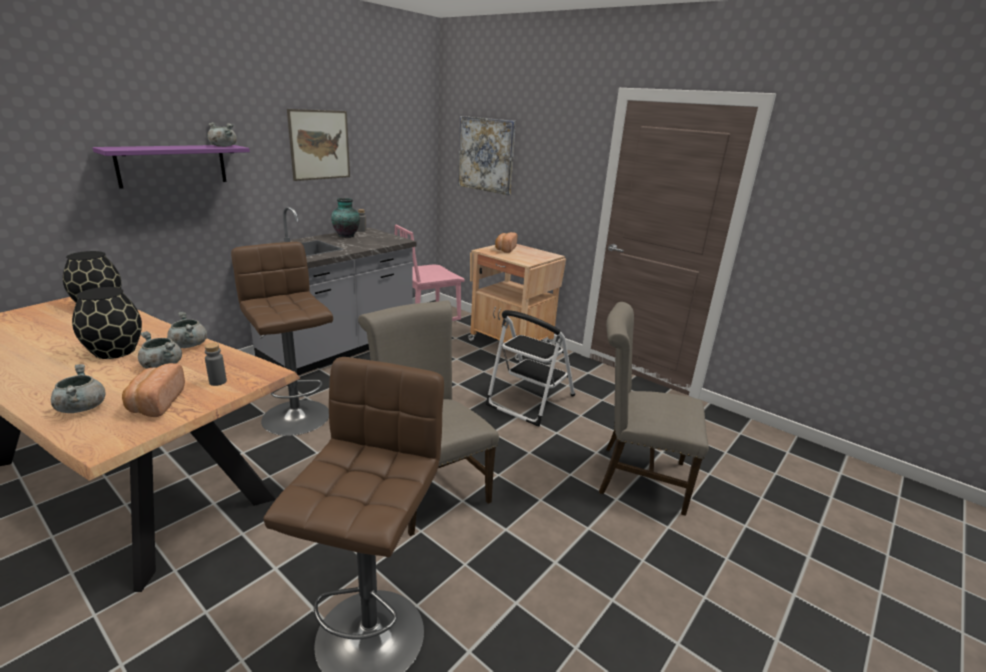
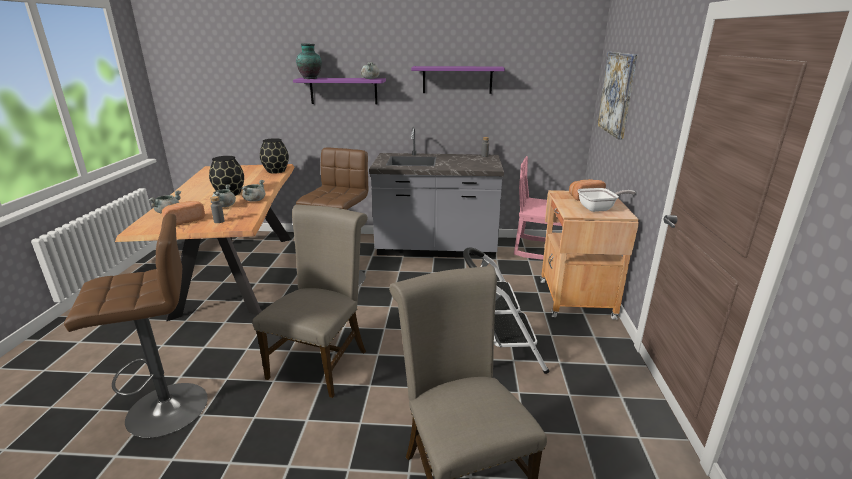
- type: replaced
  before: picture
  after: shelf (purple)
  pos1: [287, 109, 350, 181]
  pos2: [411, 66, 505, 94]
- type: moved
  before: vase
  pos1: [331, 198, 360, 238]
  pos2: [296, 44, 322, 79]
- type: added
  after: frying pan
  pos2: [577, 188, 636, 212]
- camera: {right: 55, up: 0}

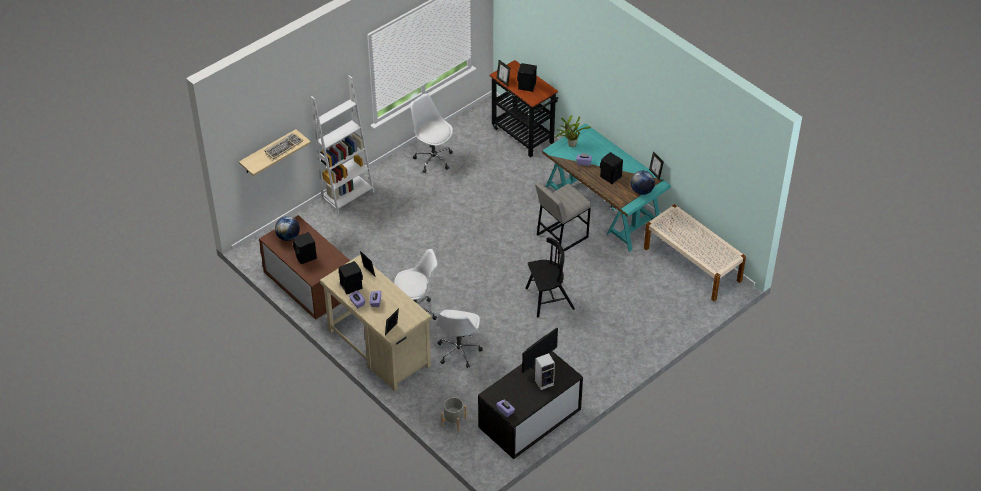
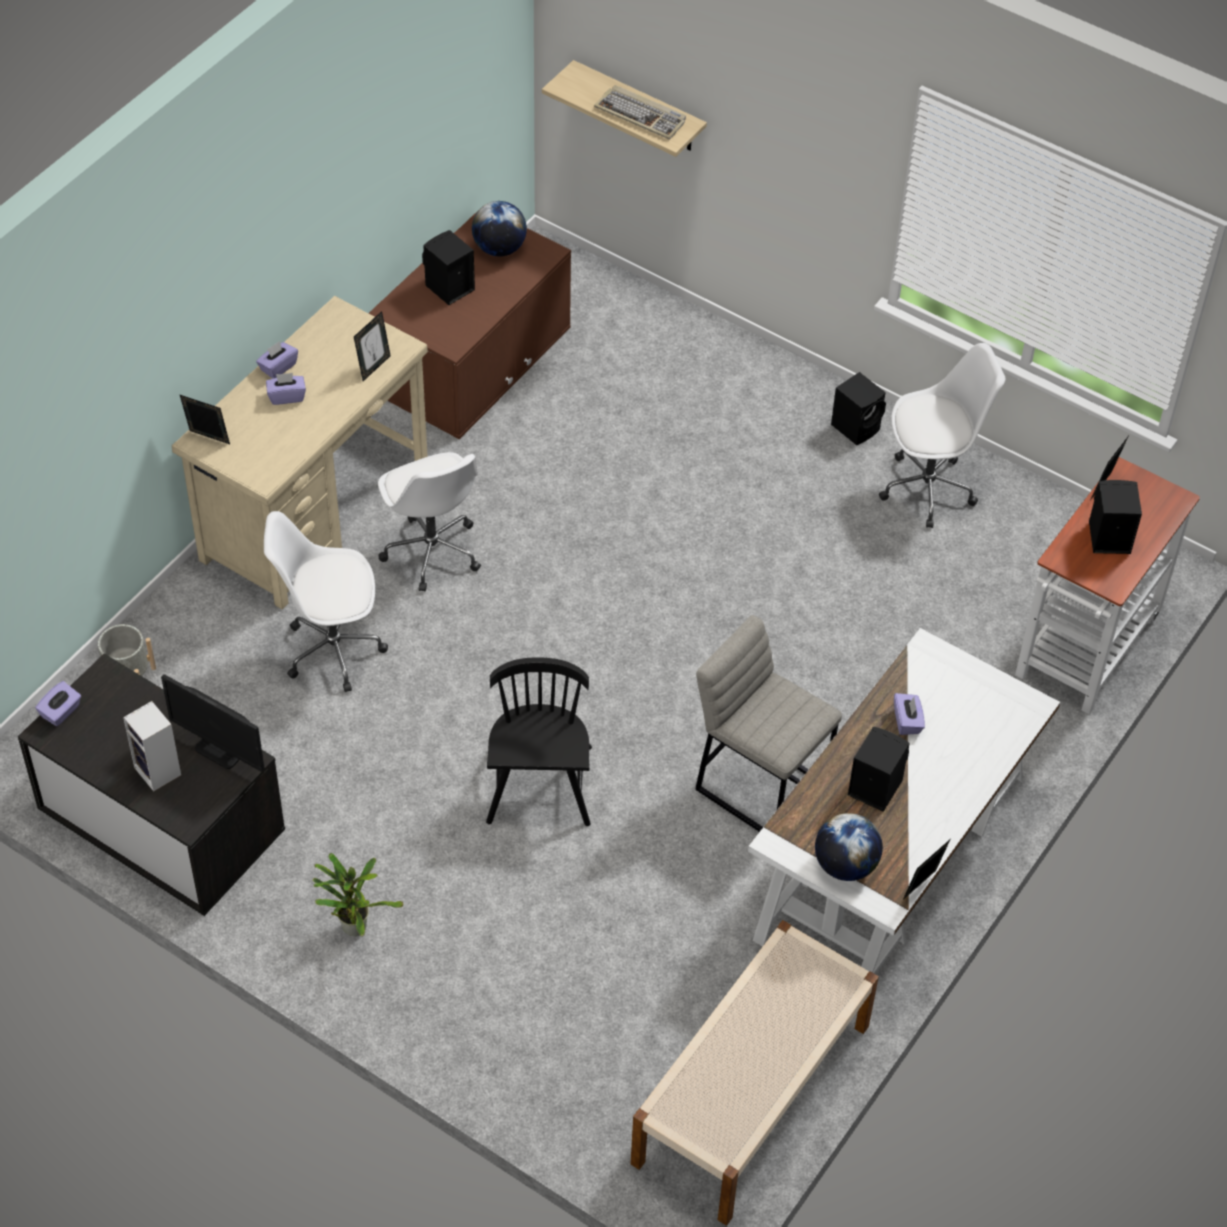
- type: recoloured
  before: cart (black)
  after: cart (white)
  pos1: [489, 60, 558, 157]
  pos2: [1015, 457, 1200, 714]
- type: removed
  before: bookcase (white)
  pos1: [311, 75, 374, 214]
- type: turned
  before: office chair (white)
  pos1: [410, 93, 453, 173]
  pos2: [879, 343, 1005, 528]
  turn: 45
- type: moved
  before: potted plant
  pos1: [555, 115, 591, 147]
  pos2: [313, 853, 403, 936]
- type: recoloured
  before: desk (turquoise)
  after: desk (white)
  pos1: [542, 123, 671, 252]
  pos2: [748, 628, 1060, 996]
- type: turned
  before: chair (black)
  pos1: [525, 237, 575, 318]
  pos2: [486, 657, 592, 826]
  turn: -150
- type: moved
  before: speaker (black)
  pos1: [339, 261, 363, 294]
  pos2: [831, 372, 886, 445]
- camera: {right: 75, up: 5}

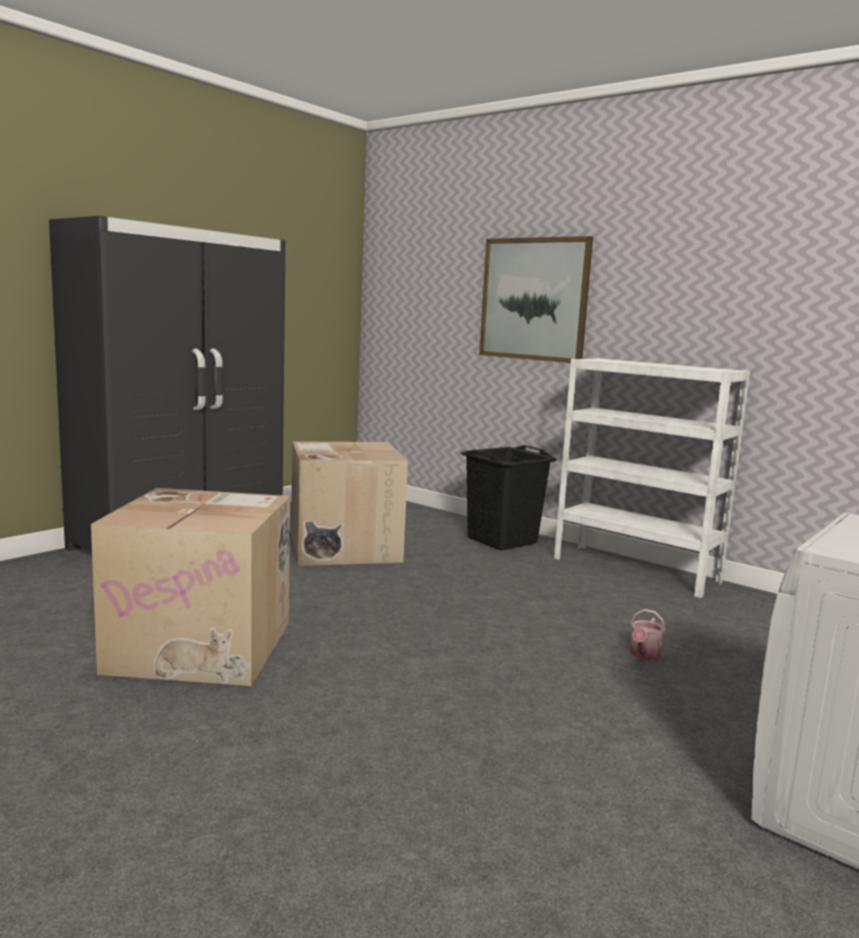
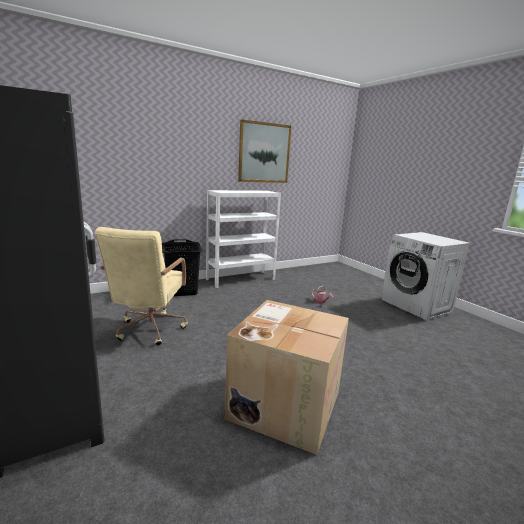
- type: moved
  before: picture
  pos1: [479, 236, 593, 363]
  pos2: [238, 119, 291, 183]
- type: replaced
  before: cardboard box
  after: office chair (beige)
  pos1: [291, 441, 408, 566]
  pos2: [95, 227, 188, 345]
- camera: {right: -70, up: 5}

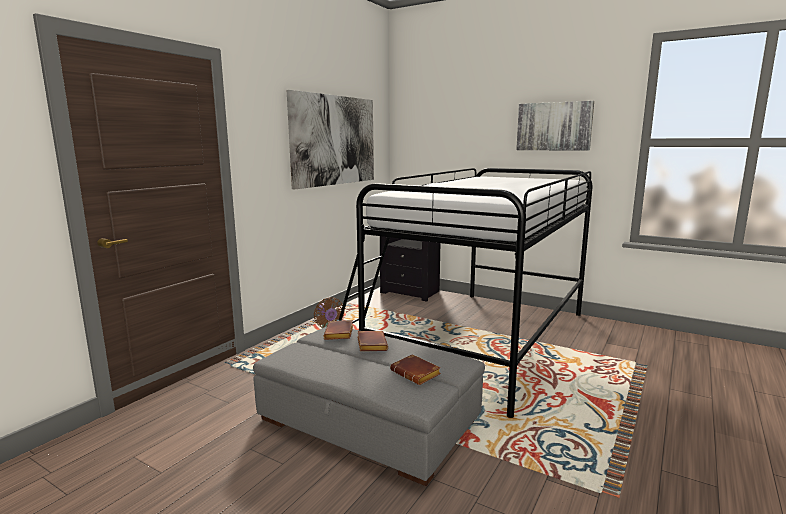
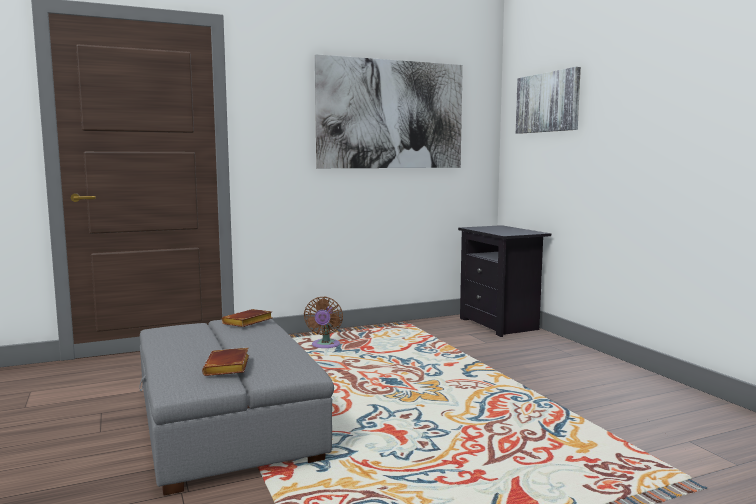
- type: moved
  before: picture
  pos1: [516, 101, 594, 151]
  pos2: [516, 67, 581, 134]
- type: removed
  before: bed (black)
  pos1: [338, 168, 592, 418]
- type: removed
  before: book (brown)
  pos1: [357, 331, 388, 351]
- camera: {right: 35, up: -5}

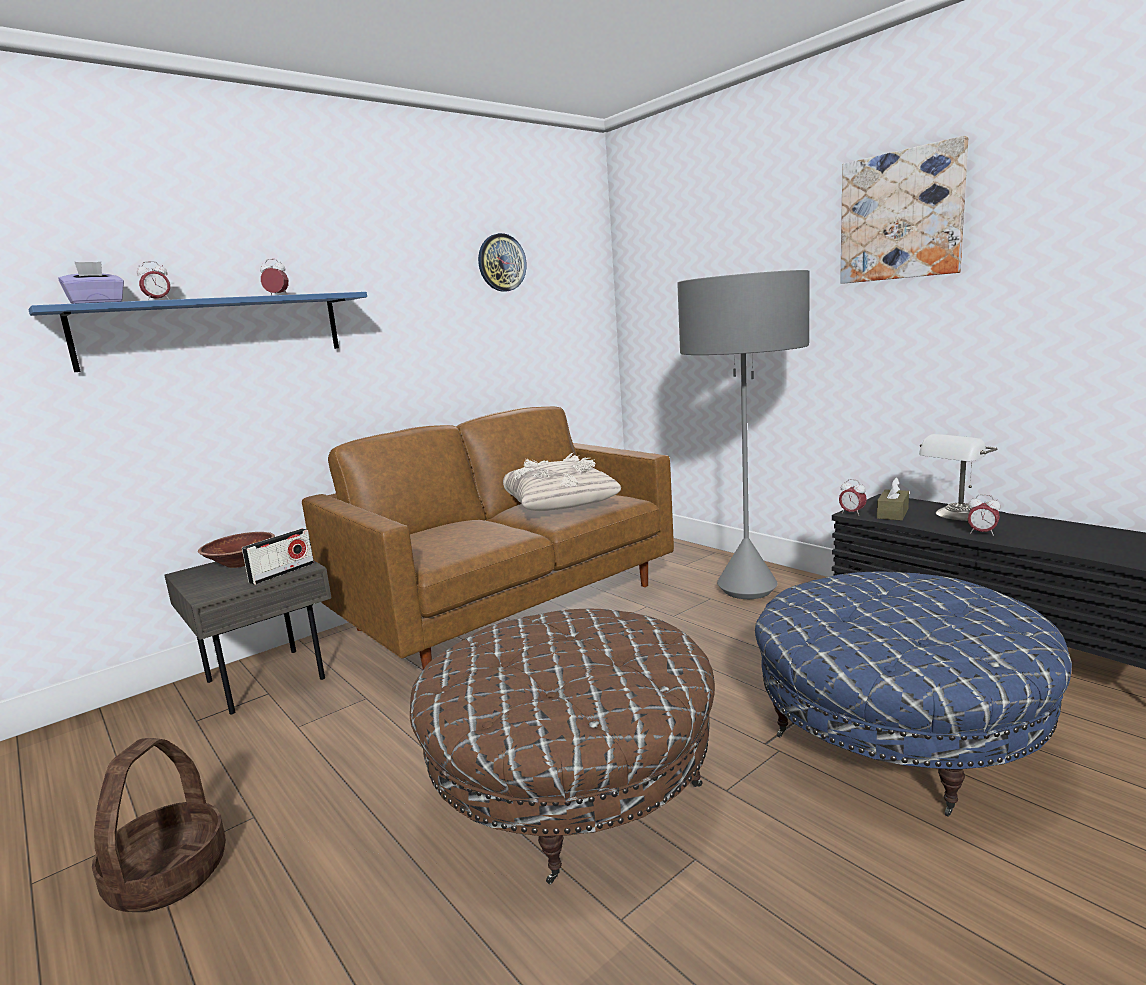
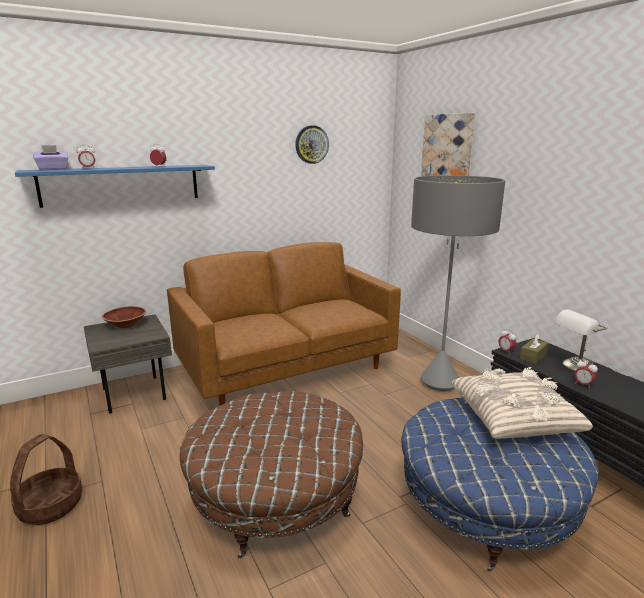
- type: moved
  before: picture
  pos1: [840, 136, 968, 284]
  pos2: [421, 113, 475, 176]
- type: moved
  before: pillow (beige)
  pos1: [503, 453, 621, 511]
  pos2: [452, 367, 593, 439]
- type: removed
  before: radio
  pos1: [242, 529, 314, 585]
- camera: {right: 10, up: 5}

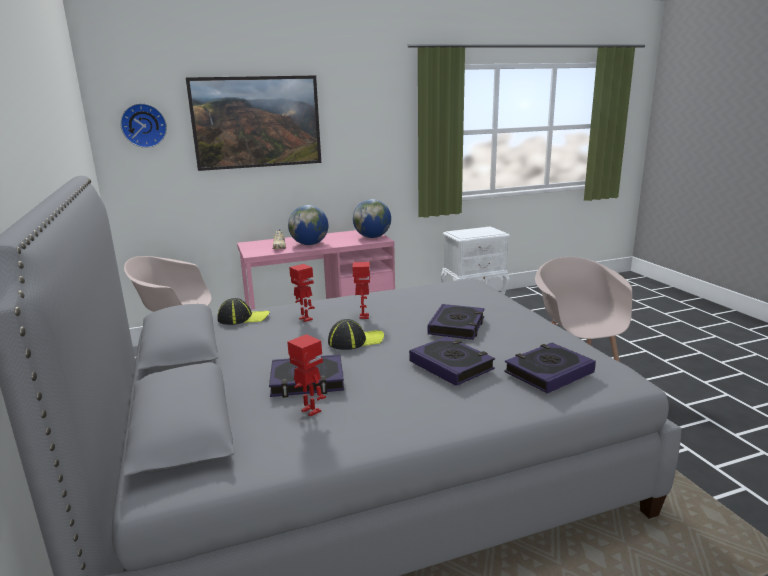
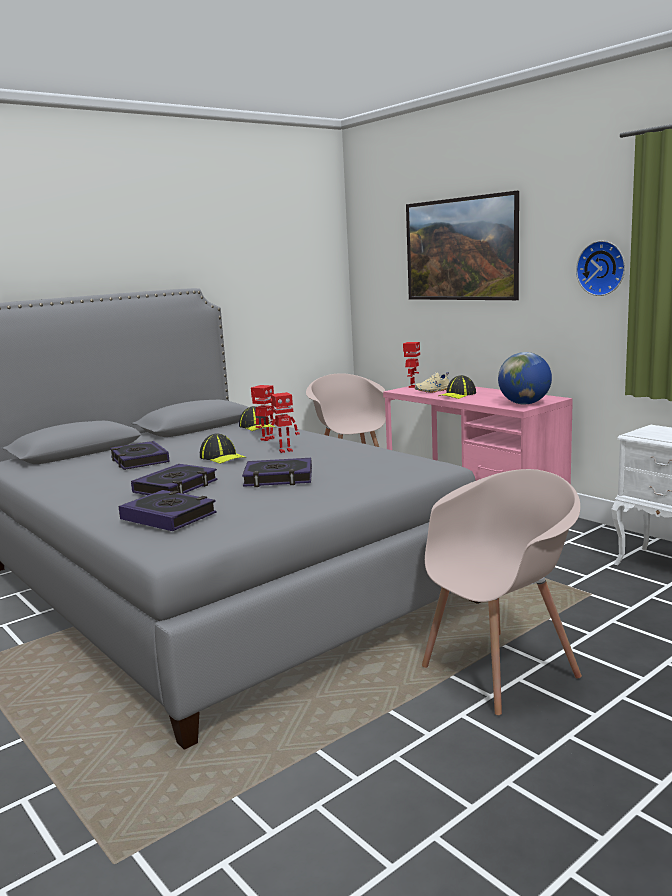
- type: moved
  before: wall clock
  pos1: [120, 103, 167, 148]
  pos2: [576, 240, 625, 296]
- type: replaced
  before: globe
  after: cap
  pos1: [288, 205, 328, 245]
  pos2: [439, 375, 476, 399]
- type: moved
  before: toy robot
  pos1: [287, 334, 326, 416]
  pos2: [403, 342, 420, 388]
- camera: {right: 70, up: -5}

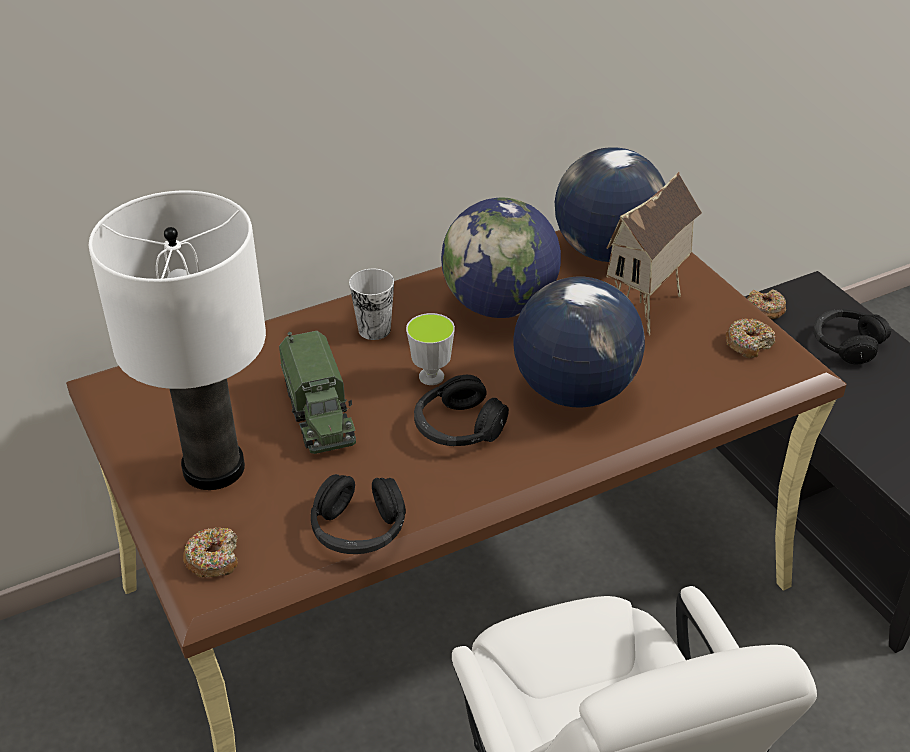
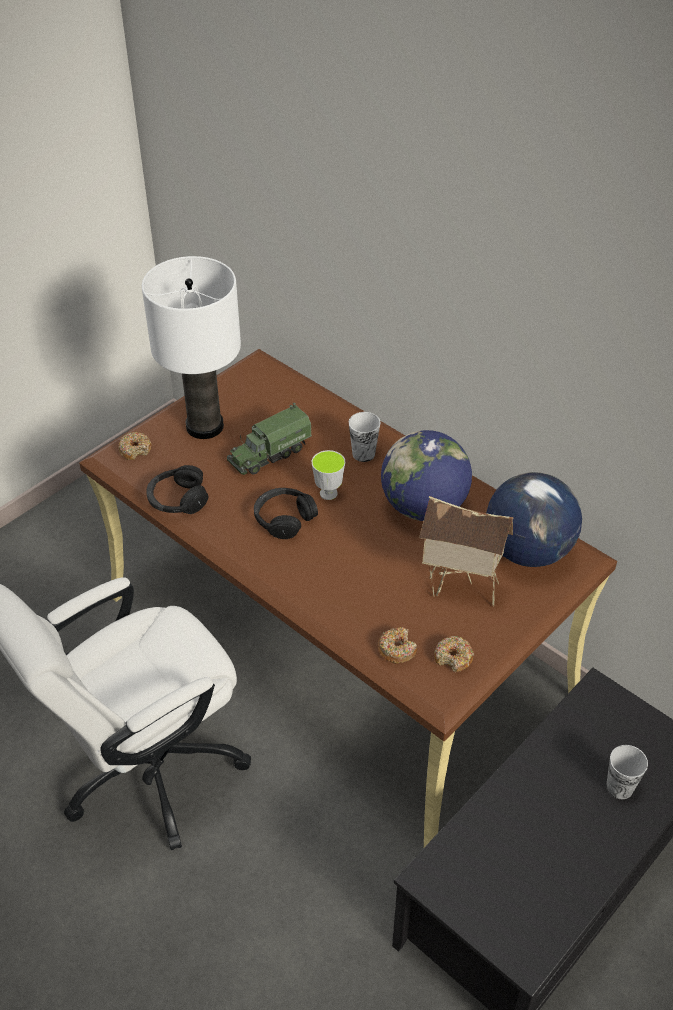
- type: removed
  before: globe
  pos1: [513, 276, 645, 407]
- type: moved
  before: donut
  pos1: [747, 289, 786, 319]
  pos2: [378, 627, 417, 664]
- type: replaced
  before: headphones (black)
  after: cup
  pos1: [813, 310, 891, 364]
  pos2: [606, 745, 648, 799]
- camera: {right: 70, up: 5}

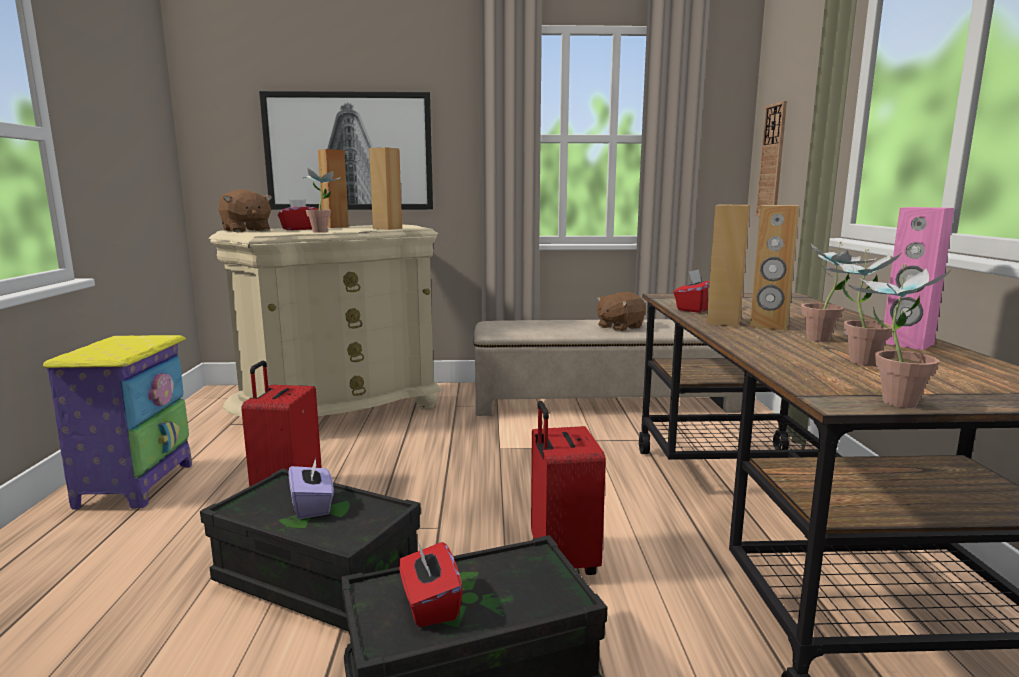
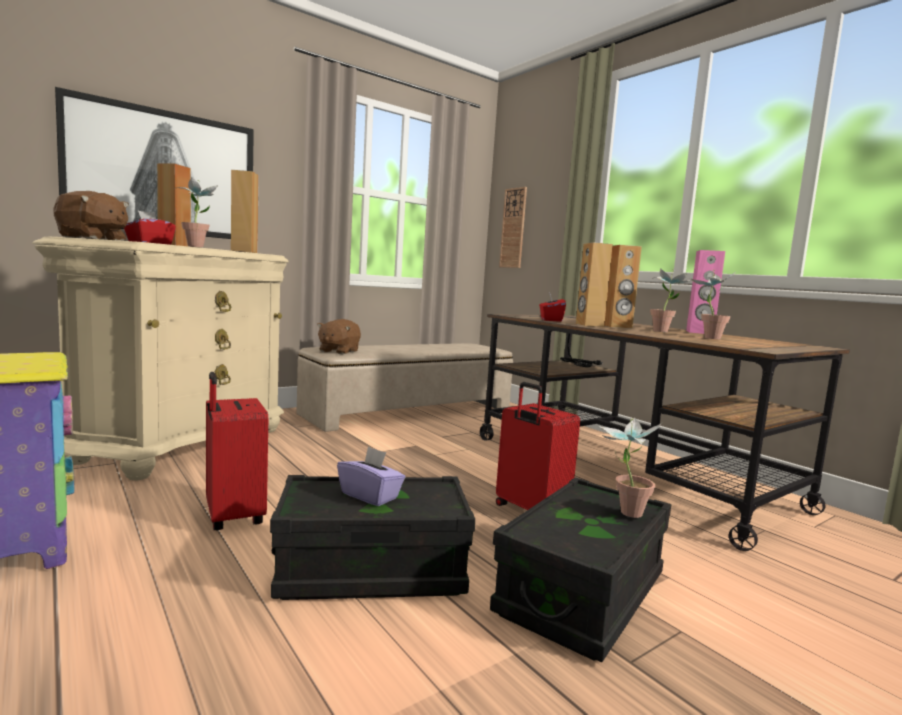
- type: moved
  before: potted plant
  pos1: [847, 264, 953, 408]
  pos2: [599, 417, 662, 518]
- type: moved
  before: plush toy (brown)
  pos1: [597, 292, 646, 332]
  pos2: [317, 319, 361, 354]
- type: removed
  before: tissue box (red)
  pos1: [399, 542, 463, 627]
- camera: {right: -35, up: -5}

